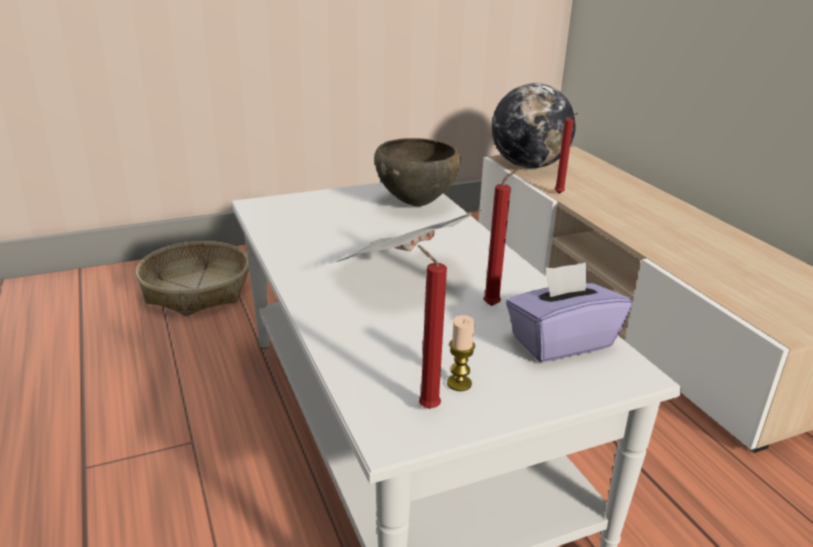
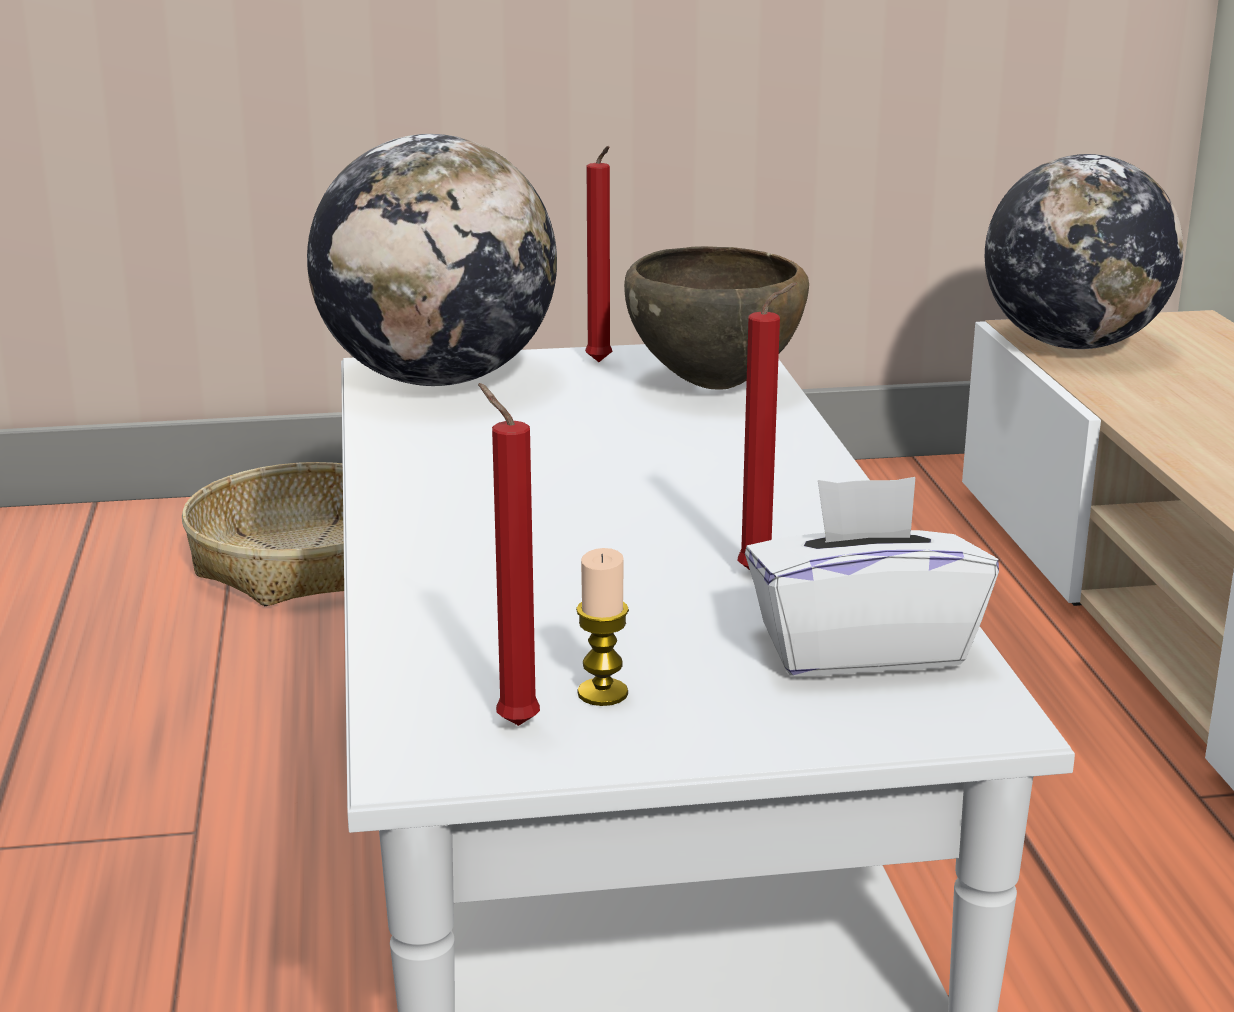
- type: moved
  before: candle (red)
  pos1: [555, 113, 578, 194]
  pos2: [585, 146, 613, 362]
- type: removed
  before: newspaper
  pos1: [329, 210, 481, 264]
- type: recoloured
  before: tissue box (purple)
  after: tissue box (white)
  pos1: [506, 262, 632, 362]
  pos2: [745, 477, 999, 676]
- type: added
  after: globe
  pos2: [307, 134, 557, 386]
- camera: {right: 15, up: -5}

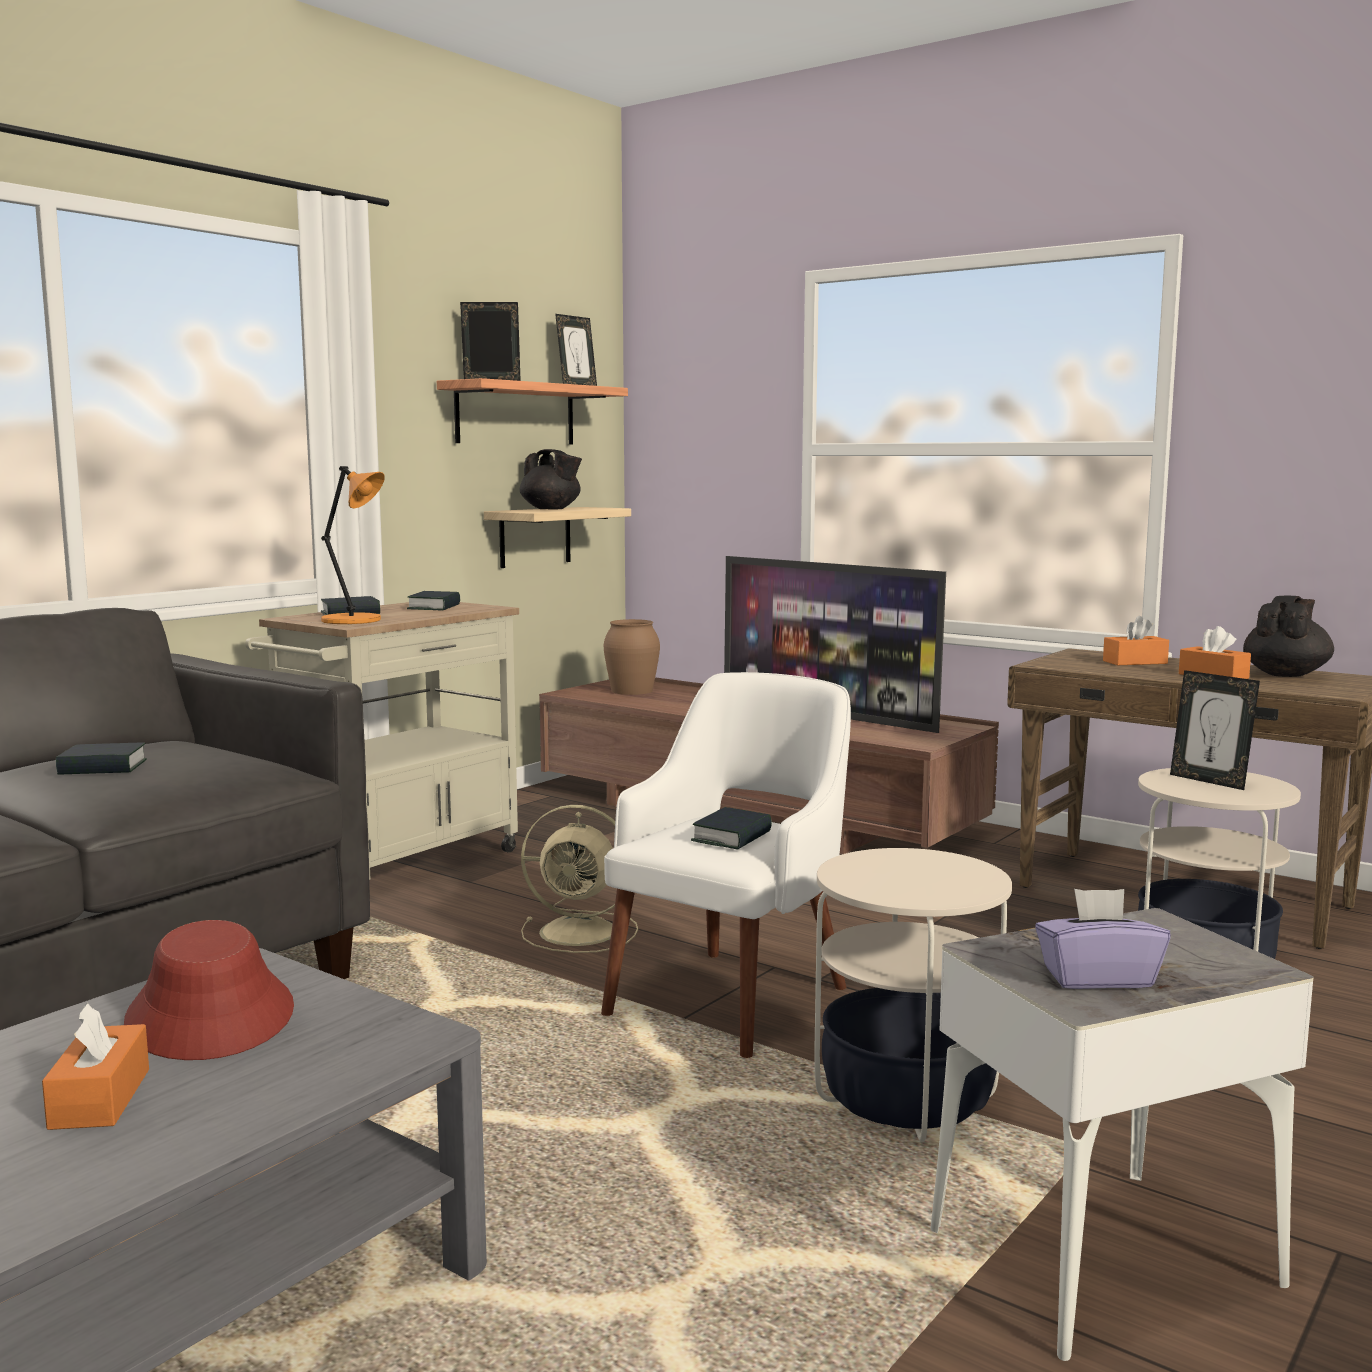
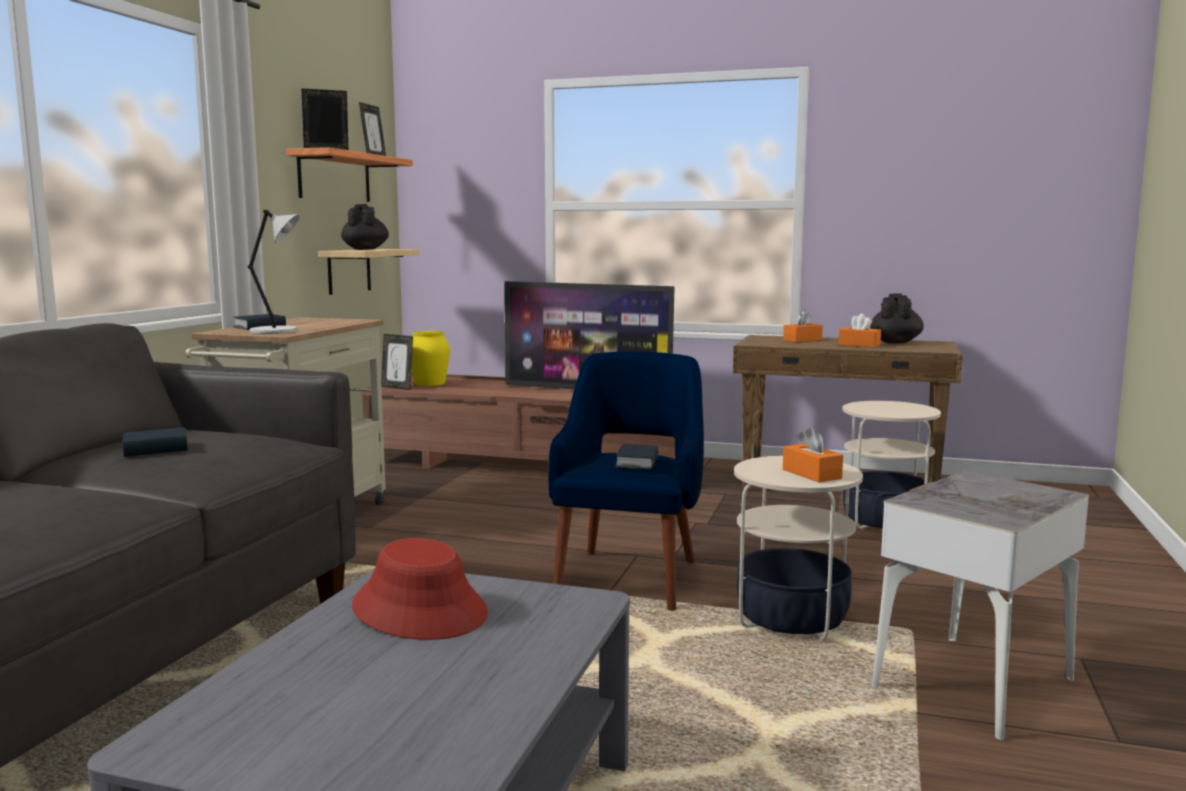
- type: turned
  before: teapot (black)
  pos1: [520, 449, 582, 509]
  pos2: [341, 204, 389, 250]
  turn: -120
- type: recoloured
  before: table lamp (orange)
  after: table lamp (grey)
  pos1: [321, 466, 385, 624]
  pos2: [247, 210, 300, 334]
- type: removed
  before: book
  pos1: [407, 591, 460, 611]
- type: recoloured
  before: vase (brown)
  after: vase (yellow)
  pos1: [604, 619, 660, 695]
  pos2: [411, 331, 450, 386]
- type: moved
  before: picture frame
  pos1: [1170, 670, 1260, 790]
  pos2: [381, 334, 413, 390]
- type: recoloured
  before: armchair (white)
  after: armchair (blue)
  pos1: [601, 672, 851, 1058]
  pos2: [548, 352, 704, 611]
- type: removed
  before: fan (beige)
  pos1: [521, 805, 638, 953]
- type: removed
  before: tissue box (purple)
  pos1: [1035, 889, 1171, 989]
- type: moved
  before: tissue box (orange)
  pos1: [42, 1003, 149, 1130]
  pos2: [783, 427, 843, 482]
- camera: {right: -20, up: 0}

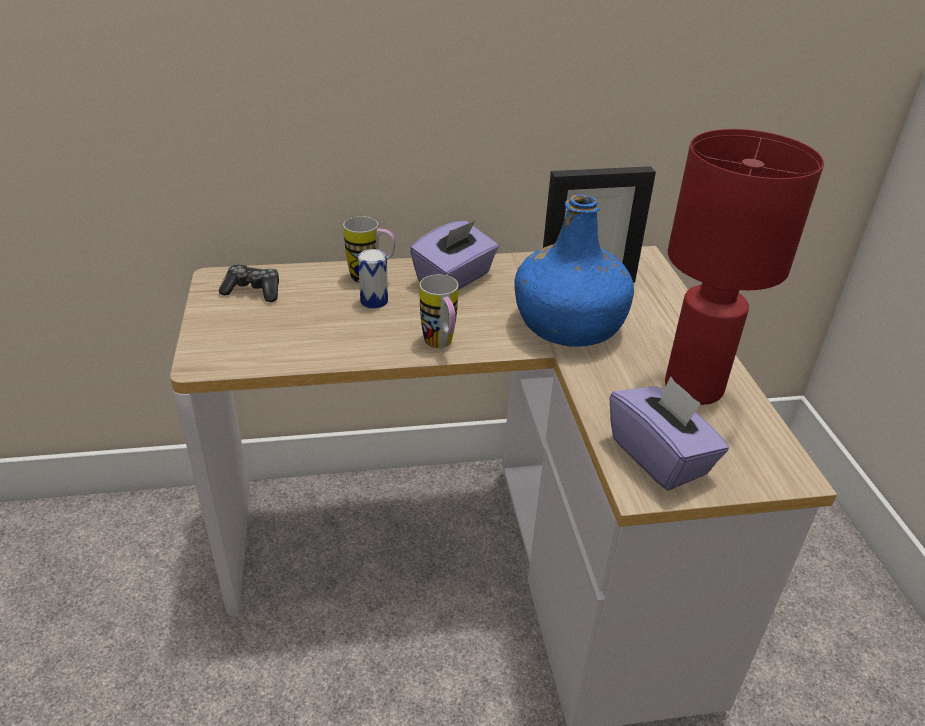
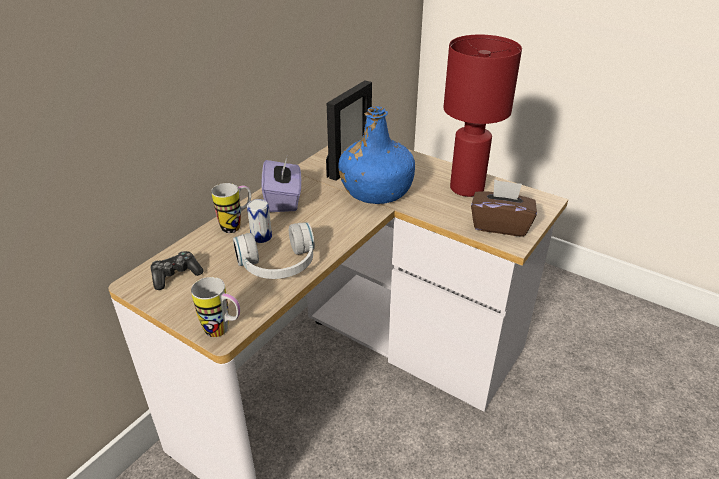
- type: moved
  before: mug
  pos1: [420, 275, 458, 348]
  pos2: [191, 277, 240, 337]
- type: recoloured
  before: tissue box (purple)
  after: tissue box (brown)
  pos1: [610, 376, 729, 491]
  pos2: [471, 179, 537, 237]
- type: added
  after: headphones (white)
  pos2: [233, 222, 315, 279]
- camera: {right: -45, up: 0}

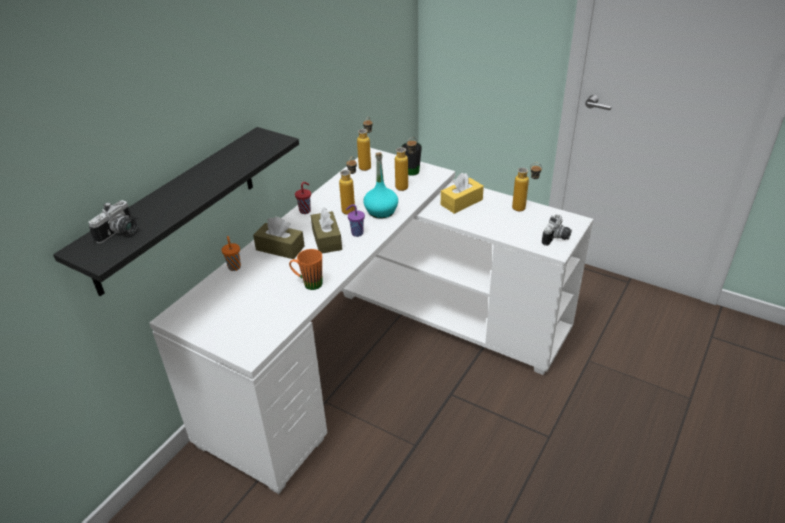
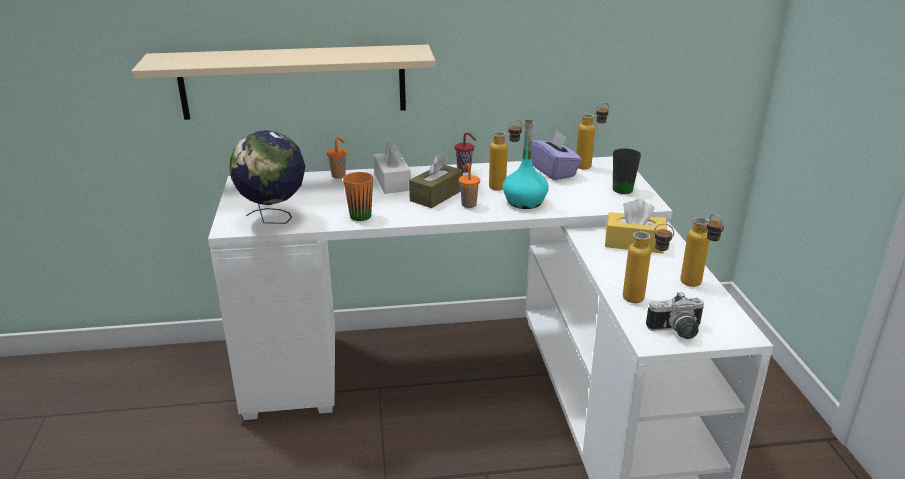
- type: recoloured
  before: shelf (black)
  after: shelf (beige)
  pos1: [53, 127, 299, 296]
  pos2: [131, 44, 436, 120]
- type: moved
  before: bottle
  pos1: [395, 137, 417, 191]
  pos2: [623, 223, 674, 303]
- type: removed
  before: photo camera
  pos1: [88, 200, 137, 243]
- type: recoloured
  before: cup (purple)
  after: cup (orange)
  pos1: [346, 204, 365, 237]
  pos2: [459, 163, 480, 208]
- type: recoloured
  before: tissue box (brown)
  after: tissue box (white)
  pos1: [253, 217, 305, 259]
  pos2: [373, 141, 411, 194]
- type: added
  after: globe
  pos2: [229, 130, 305, 224]
- type: added
  after: tissue box (purple)
  pos2: [532, 130, 582, 180]
- camera: {right: 50, up: -10}

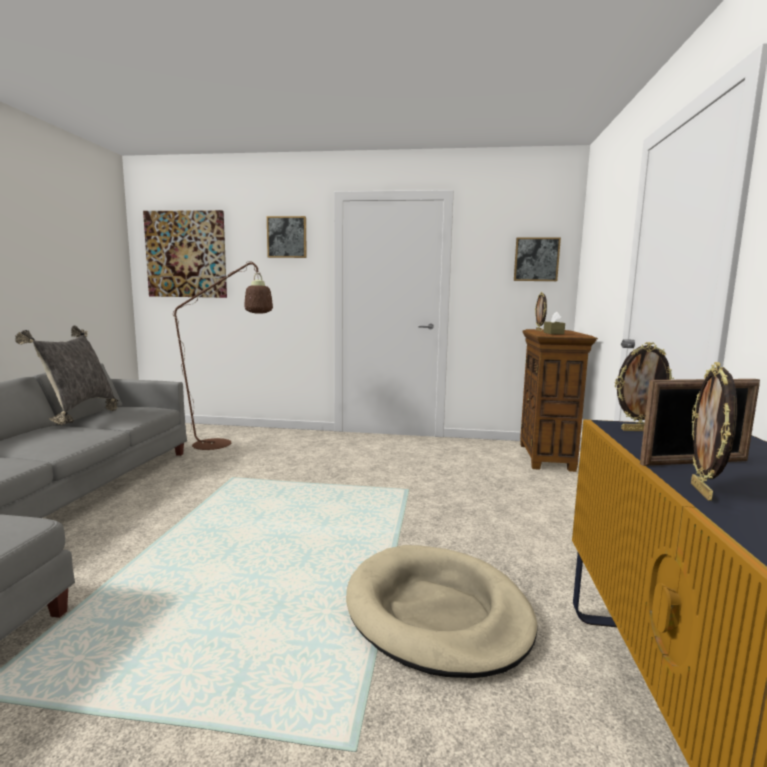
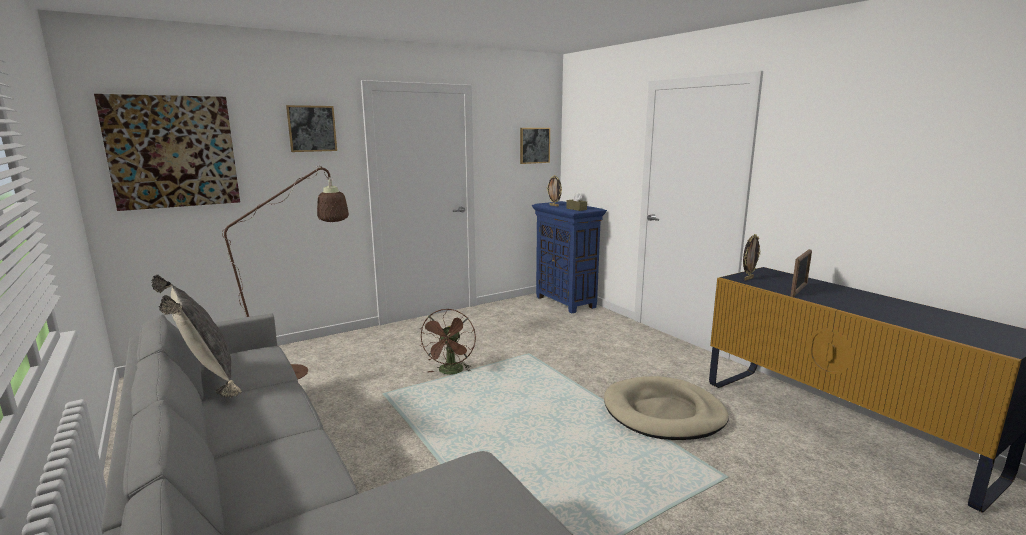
- type: recoloured
  before: cabinet (brown)
  after: cabinet (blue)
  pos1: [520, 329, 598, 472]
  pos2: [532, 201, 607, 313]
- type: removed
  before: picture frame
  pos1: [691, 362, 737, 501]
- type: added
  after: fan (brown)
  pos2: [419, 309, 476, 374]
- camera: {right: -40, up: 5}

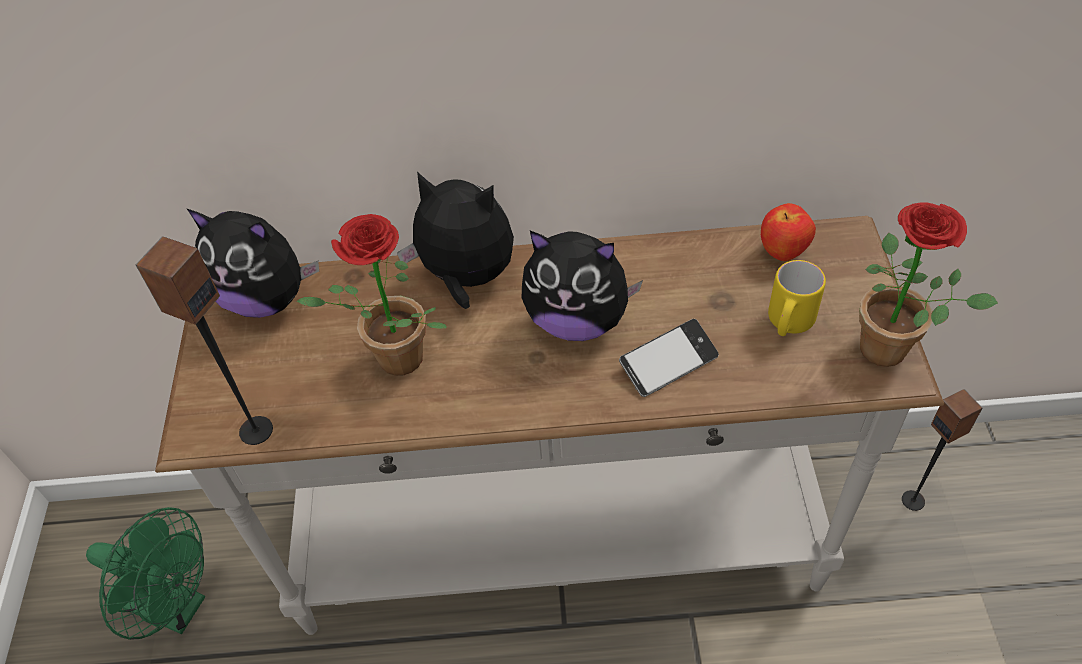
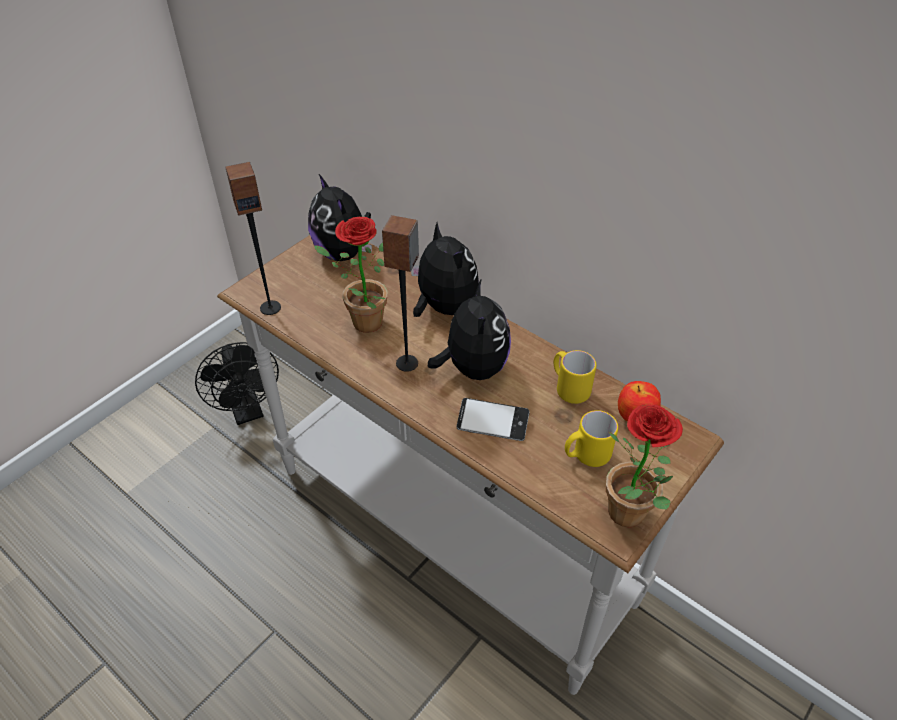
- type: turned
  before: plush toy
  pos1: [522, 231, 643, 341]
  pos2: [428, 278, 511, 380]
  turn: -150
- type: moved
  before: speaker
  pos1: [902, 389, 983, 511]
  pos2: [382, 215, 419, 372]
- type: recoloured
  before: fan (green)
  after: fan (black)
  pos1: [86, 507, 205, 640]
  pos2: [195, 342, 279, 425]
- type: added
  after: mug (yellow)
  pos2: [553, 350, 596, 404]
- camera: {right: 40, up: -5}

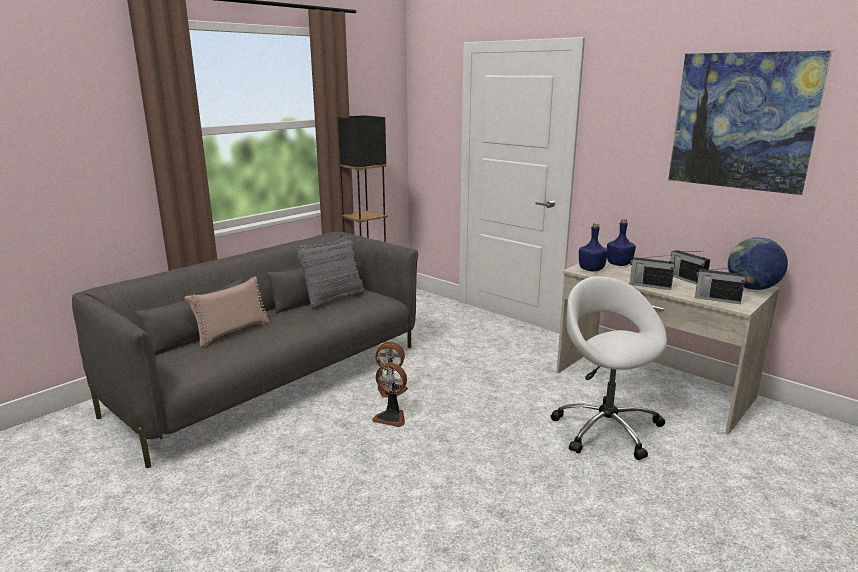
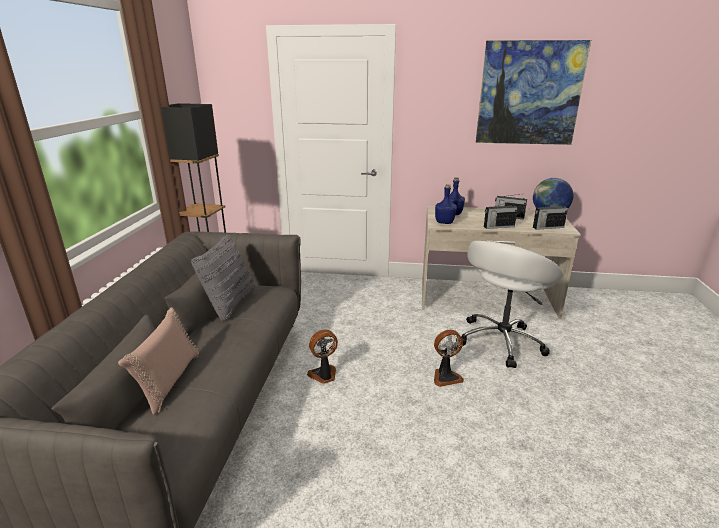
- type: turned
  before: office chair (white)
  pos1: [550, 276, 667, 460]
  pos2: [456, 241, 563, 368]
  turn: -75
- type: moved
  before: fan
  pos1: [372, 362, 407, 427]
  pos2: [434, 330, 464, 387]
- camera: {right: -35, up: 5}

